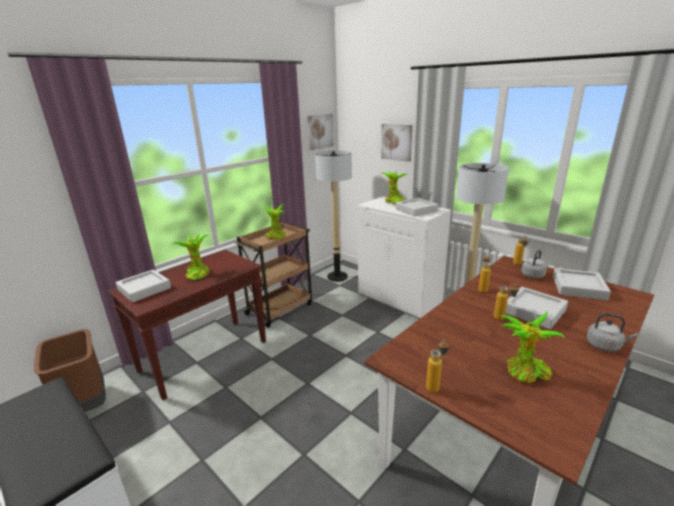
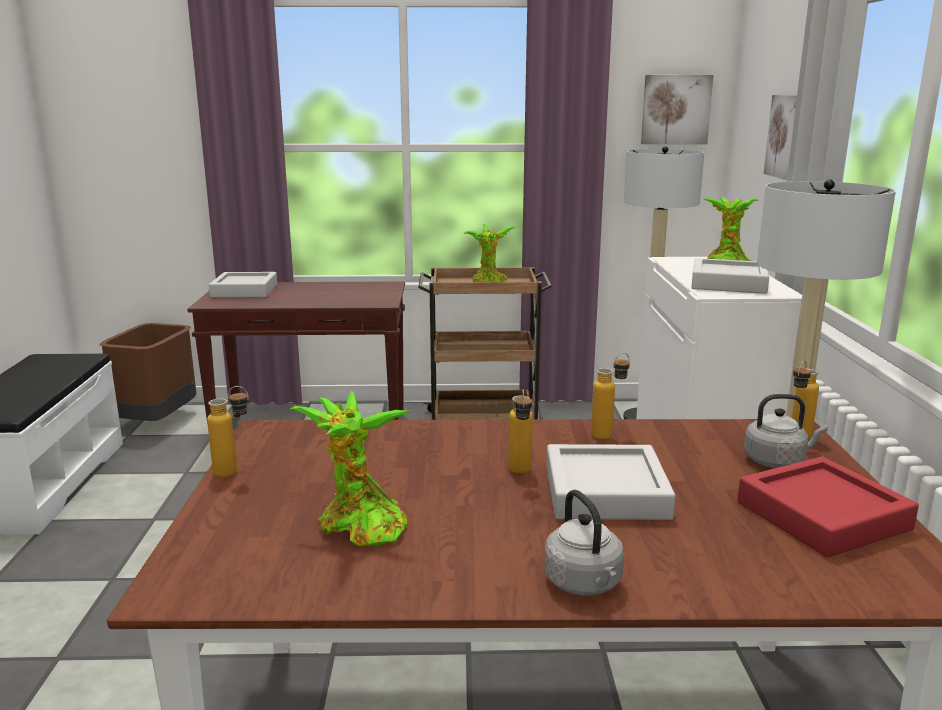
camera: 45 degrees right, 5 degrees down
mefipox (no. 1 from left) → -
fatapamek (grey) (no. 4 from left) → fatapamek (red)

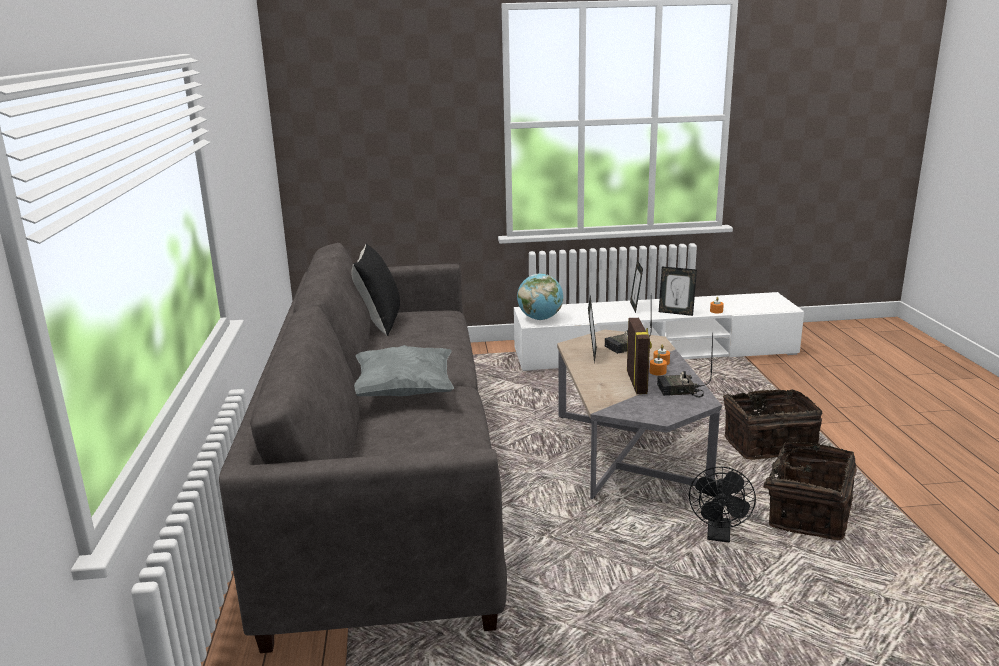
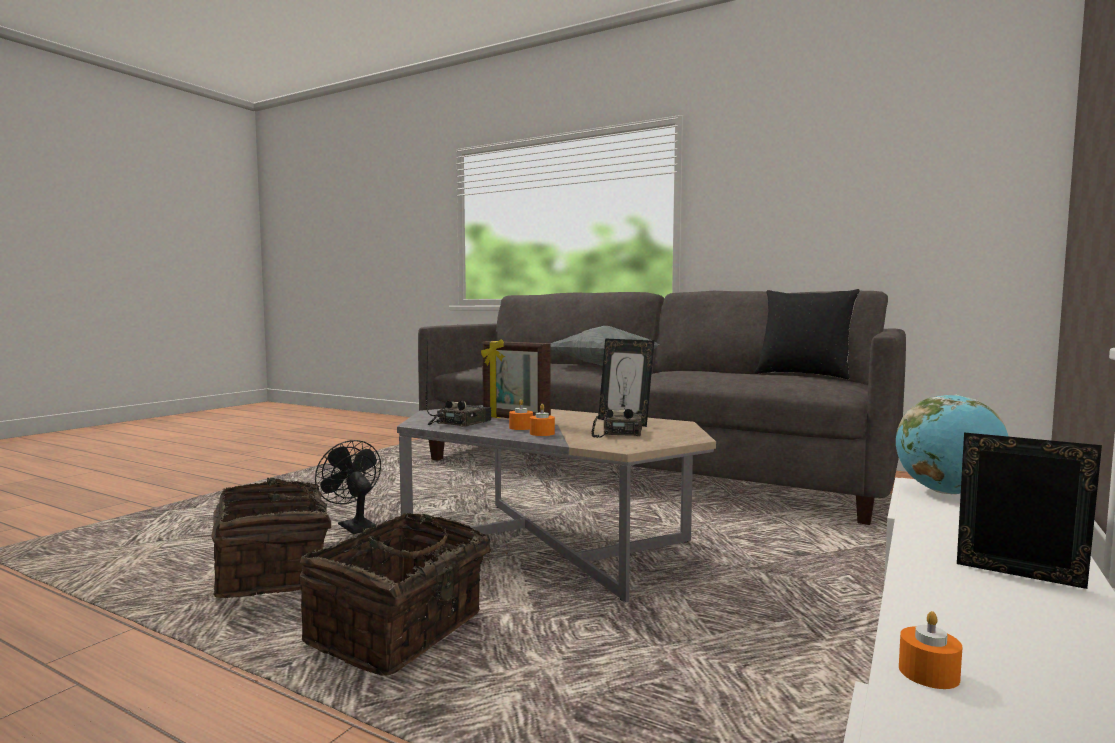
camera: 125 degrees right, 15 degrees down
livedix (no. 4 from left) → -

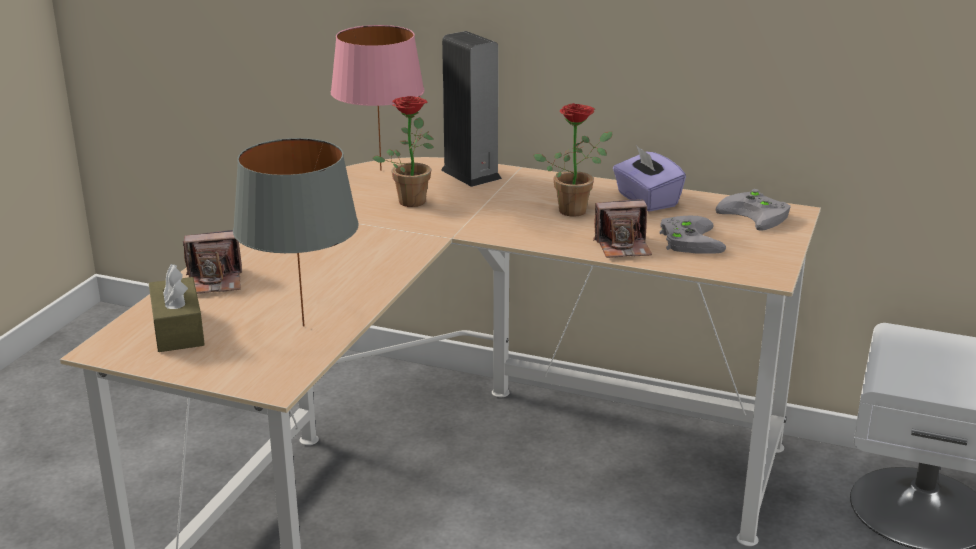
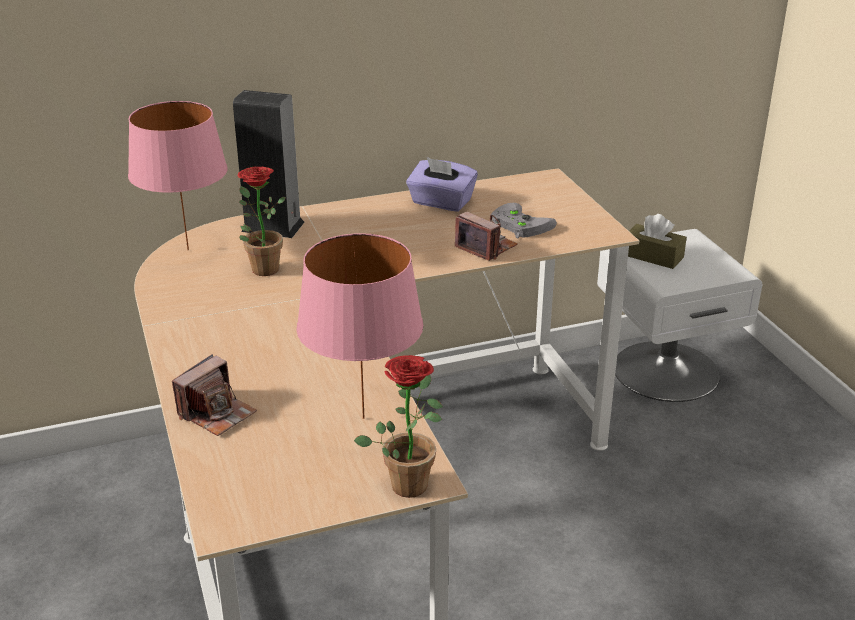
camera: 40 degrees left, 5 degrees up
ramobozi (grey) (no. 2 from left) → -
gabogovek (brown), relocated
mefipox (no. 2 from left), relocated
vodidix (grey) → vodidix (pink) (no. 2 from left)
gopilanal (no. 2 from left), 90 degrees counterclockwise

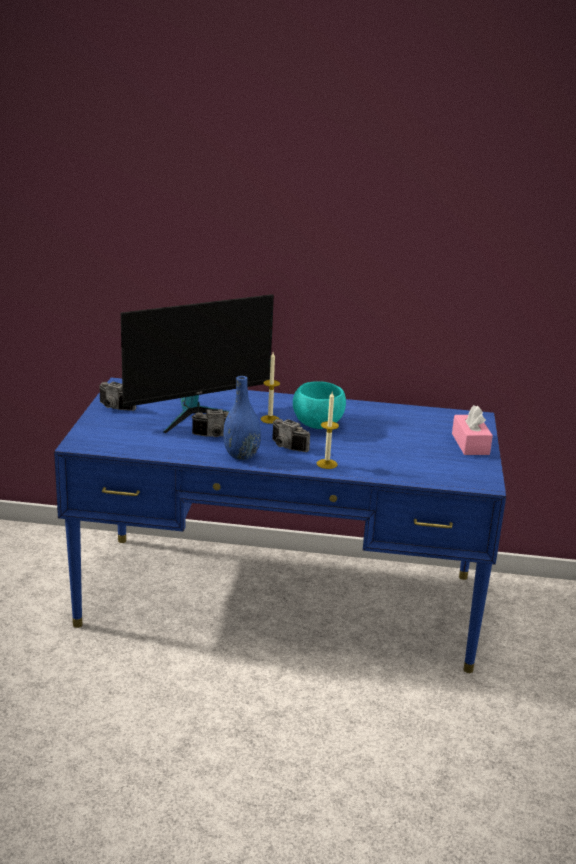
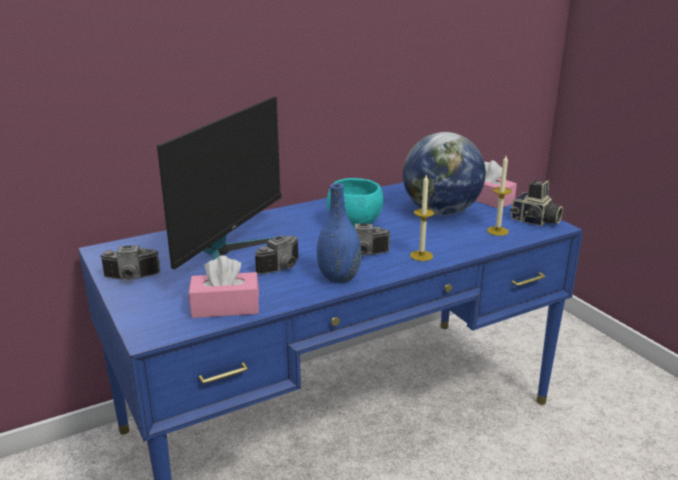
camera: 35 degrees left, 0 degrees up
- → gabogovek (pink) (no. 1 from left)
- → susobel
- → gopilanal (no. 4 from left)
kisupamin (no. 1 from left in the first image) → kisupamin (no. 2 from left), relocated

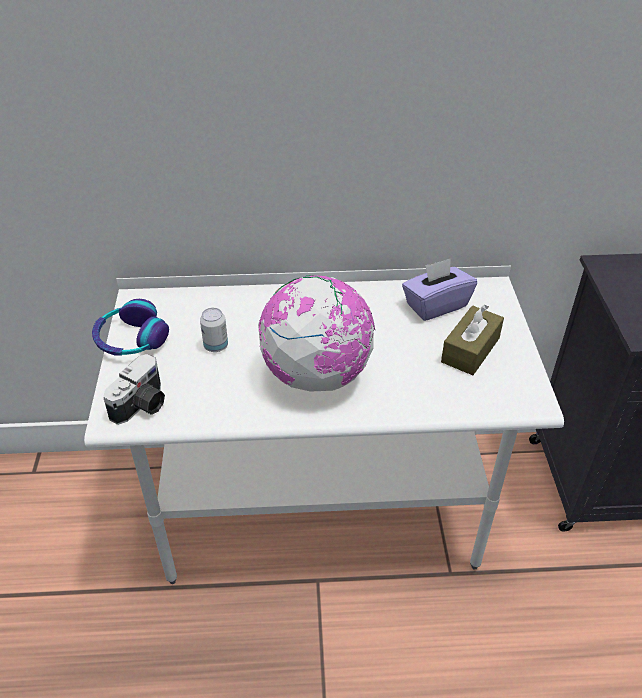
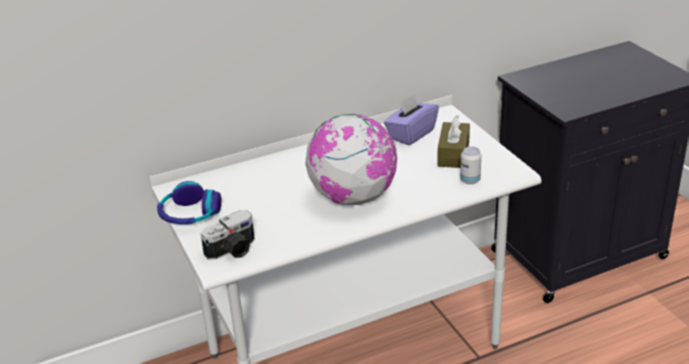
camera: 20 degrees left, 10 degrees down
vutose, relocated
gopilanal, 45 degrees clockwise

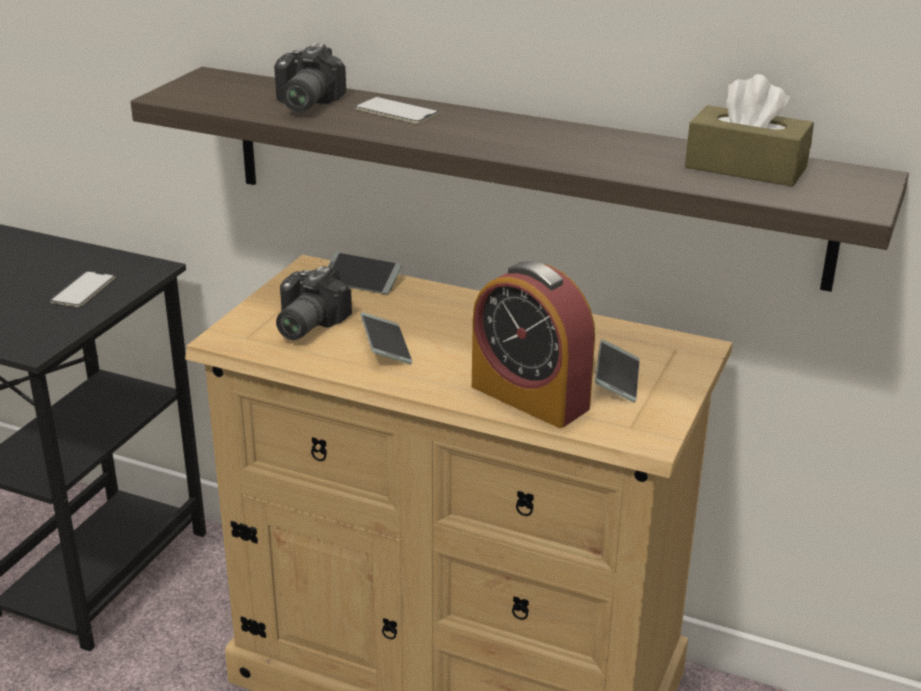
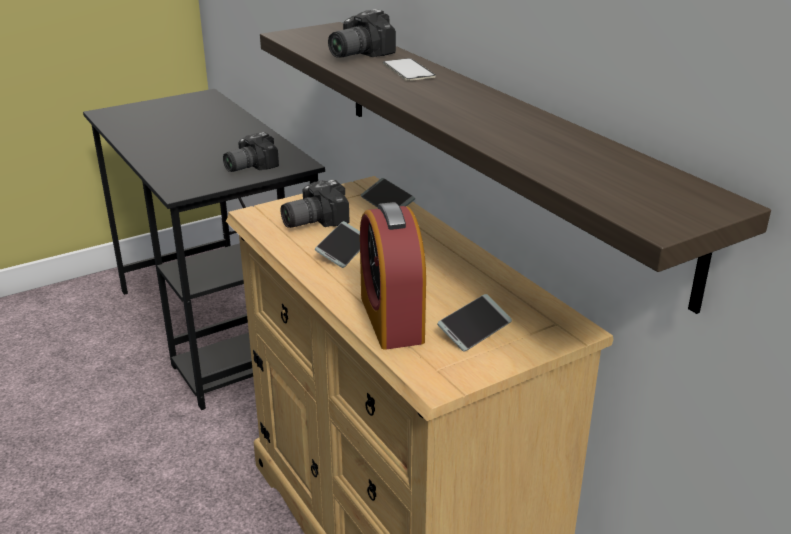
camera: 35 degrees right, 0 degrees up
gabogovek (brown) → -
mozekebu (no. 1 from left) → gopilanal (no. 1 from left)

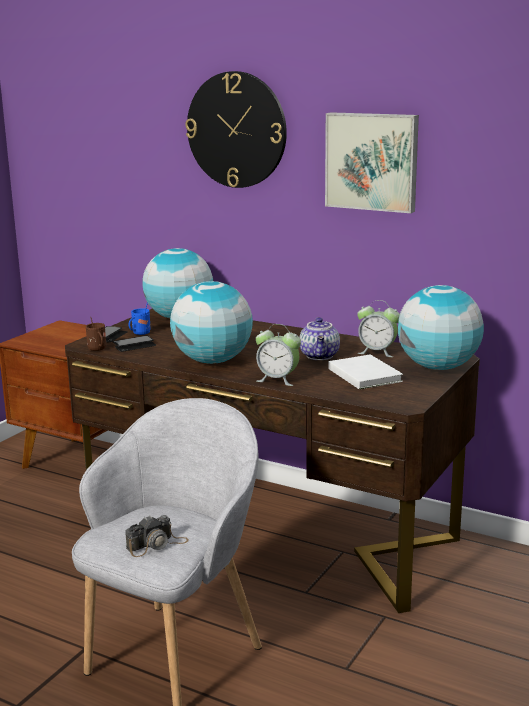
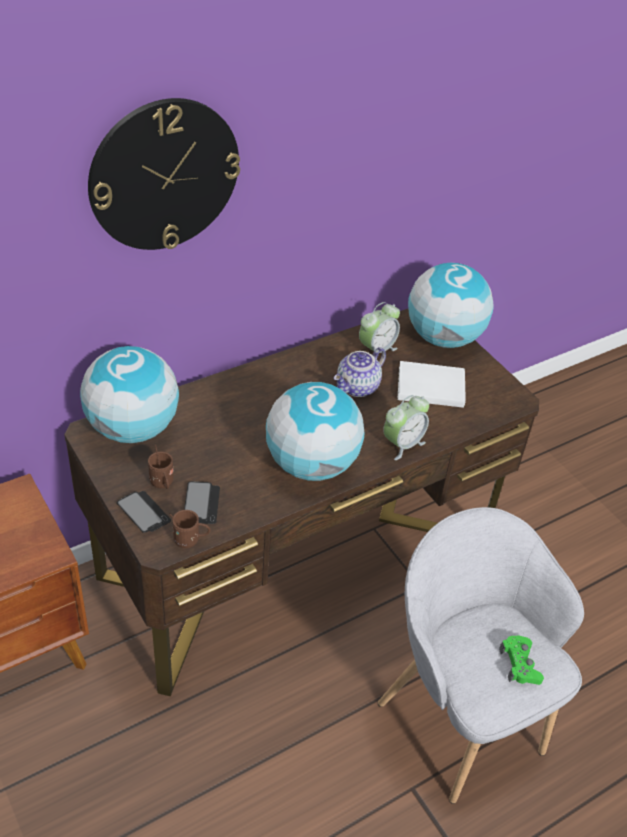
camera: 65 degrees left, 25 degrees up
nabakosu → -
gopilanal → ramobozi (green)
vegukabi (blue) → vegukabi (brown) (no. 1 from left)
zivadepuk, 105 degrees clockwise

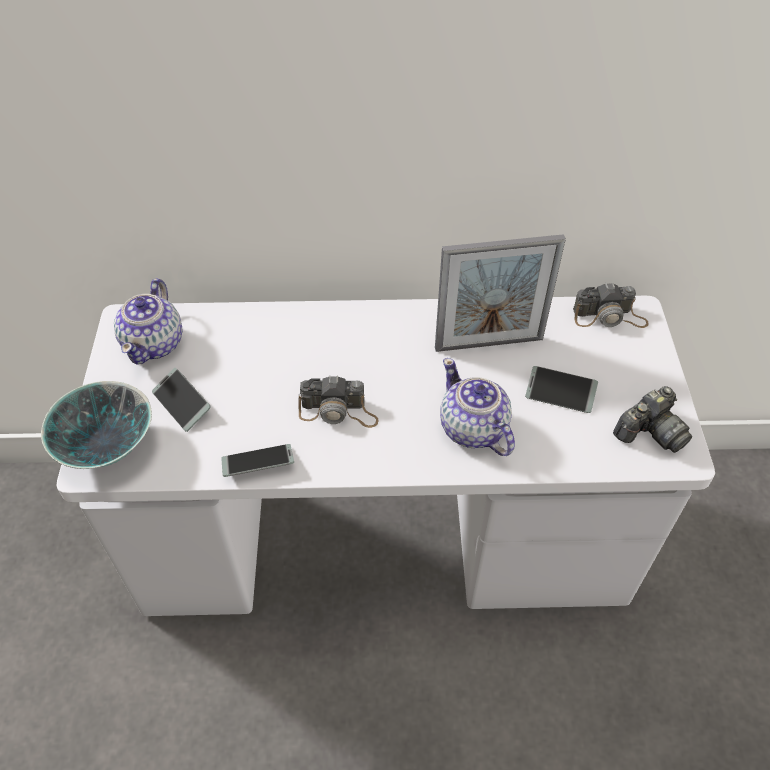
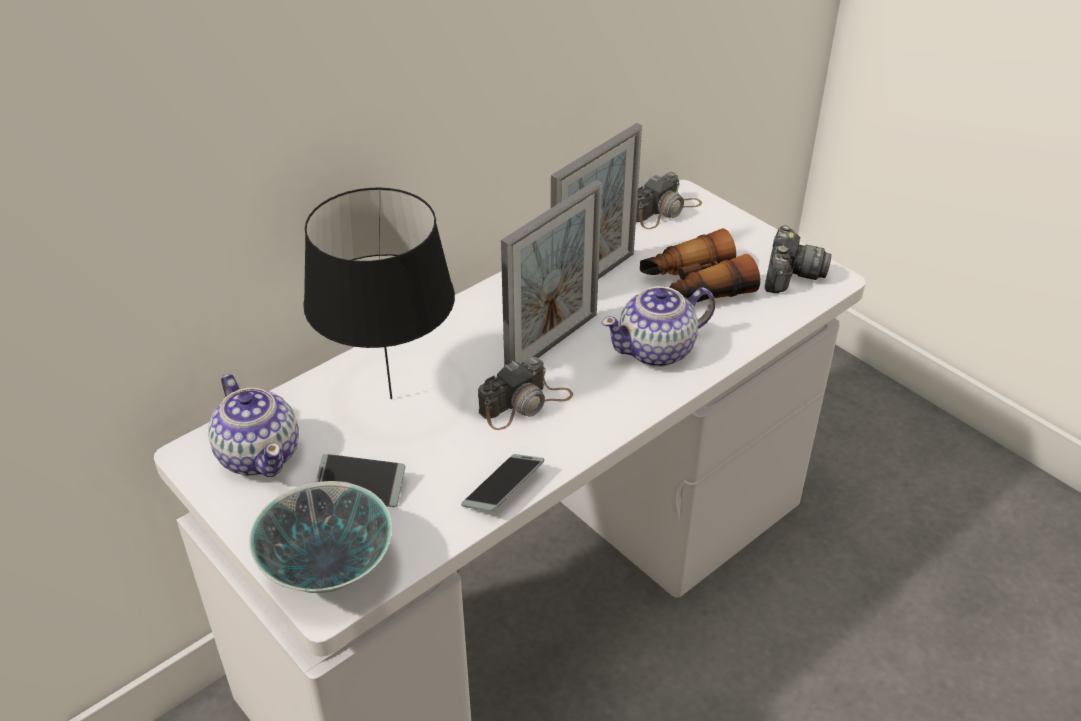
camera: 40 degrees left, 10 degrees down
- → vodidix (black)
- → livedix (no. 1 from left)
mozekebu (no. 3 from left) → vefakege
zivadepuk (no. 2 from left), 45 degrees counterclockwise

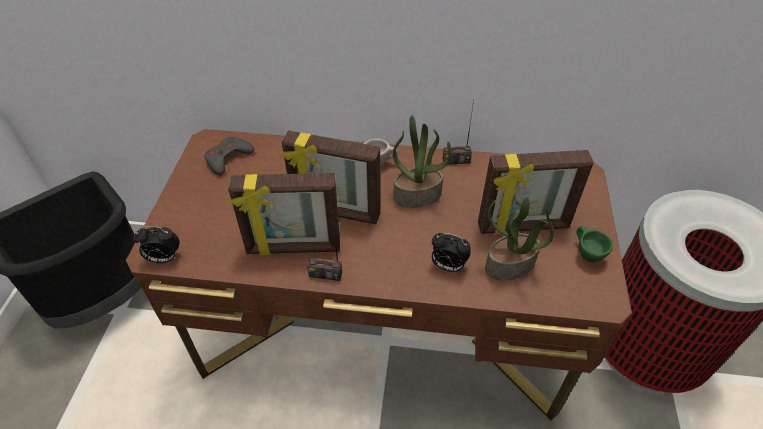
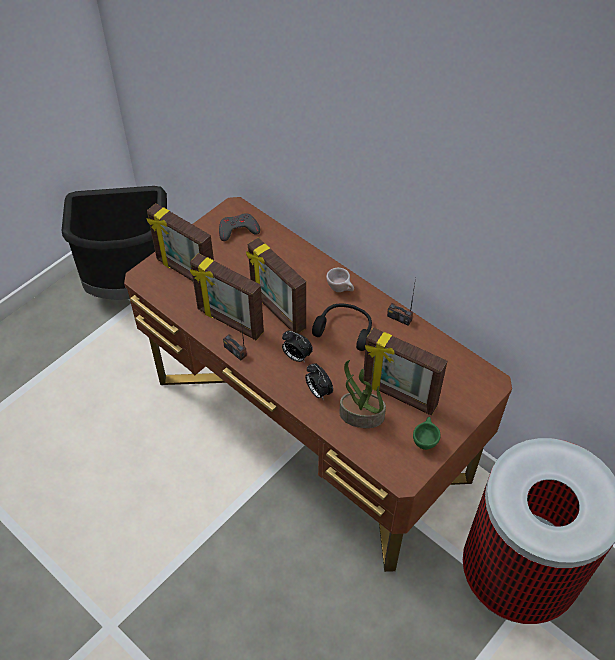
camera: 35 degrees right, 5 degrees up
- → livedix (no. 1 from left)
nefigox (no. 1 from left), relocated
mefipox (no. 1 from left) → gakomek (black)

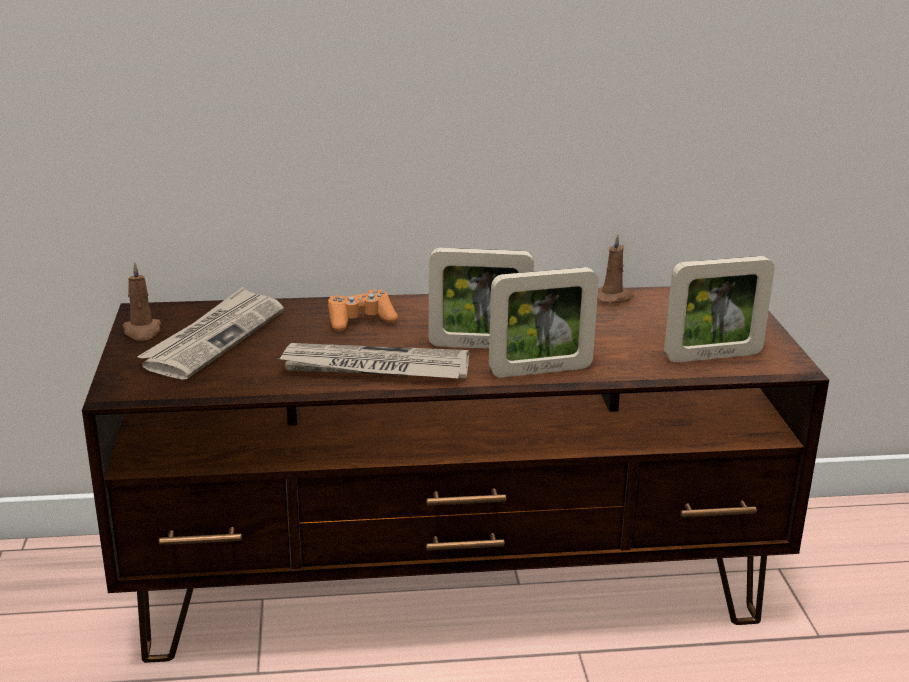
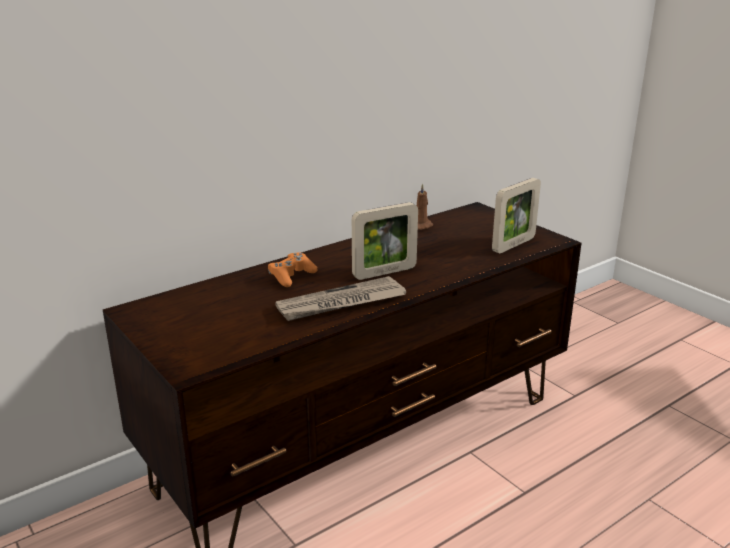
camera: 30 degrees left, 0 degrees up
kisupamin (brown) (no. 1 from left) → -
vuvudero (no. 1 from left) → -
livedix (no. 2 from left) → -

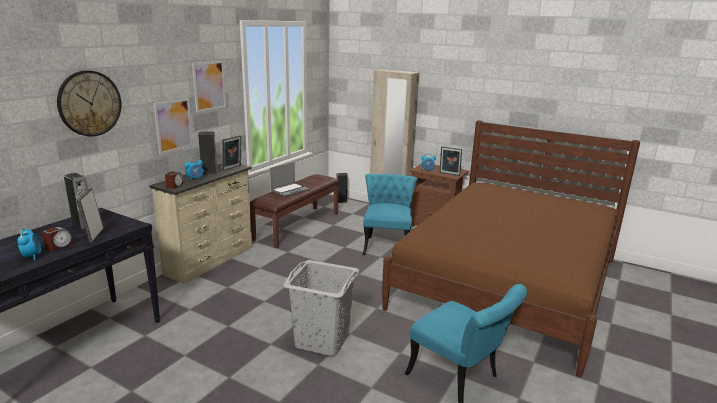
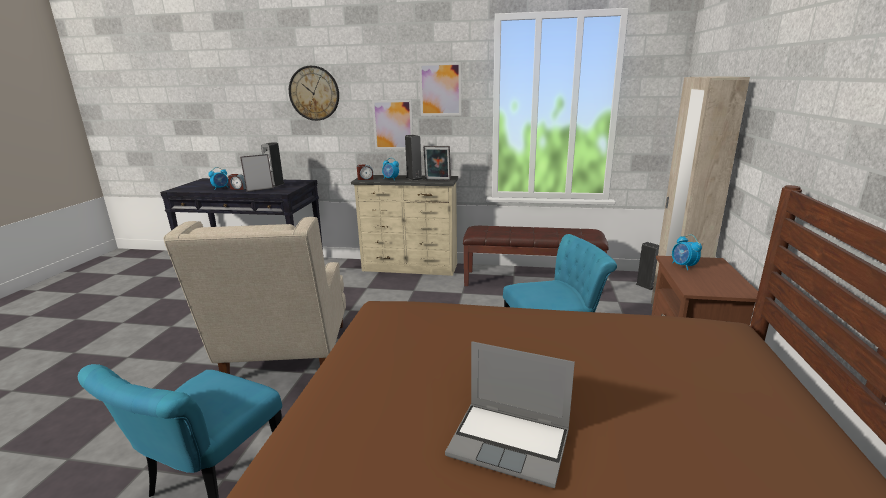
camera: 70 degrees right, 0 degrees up
livedix (no. 3 from left) → -
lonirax, relocated
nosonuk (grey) → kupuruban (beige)

